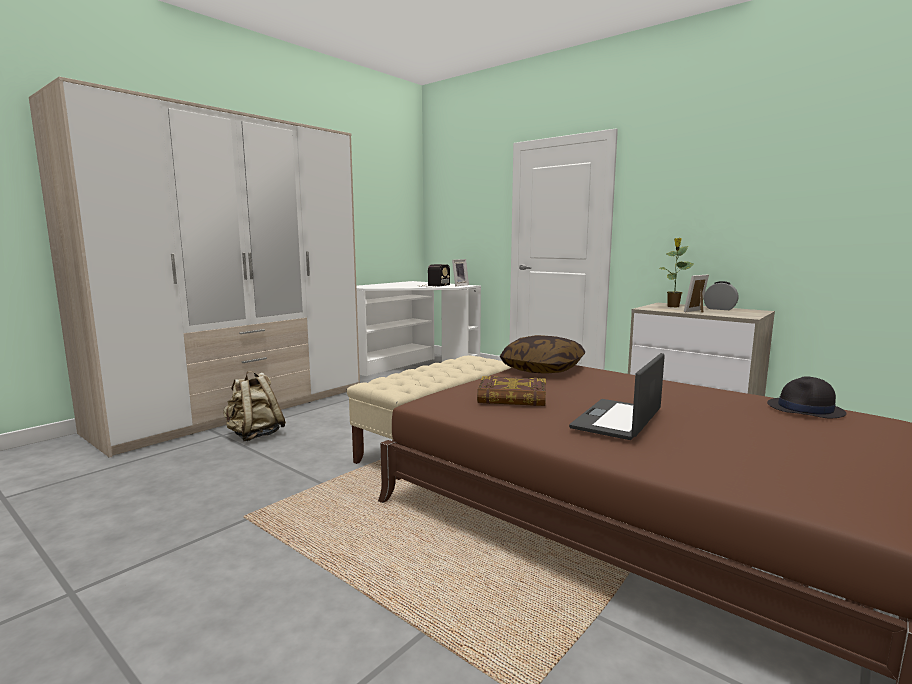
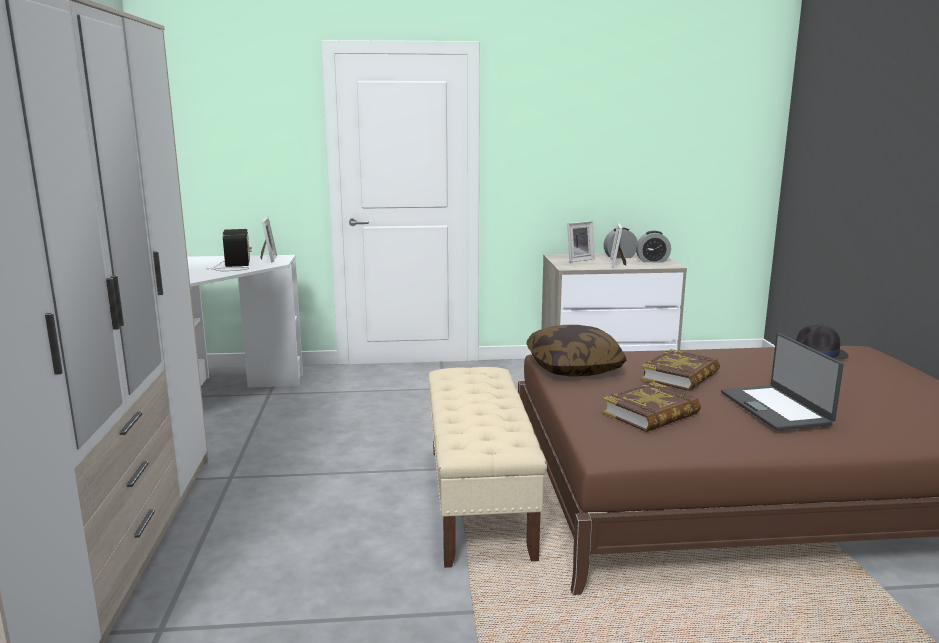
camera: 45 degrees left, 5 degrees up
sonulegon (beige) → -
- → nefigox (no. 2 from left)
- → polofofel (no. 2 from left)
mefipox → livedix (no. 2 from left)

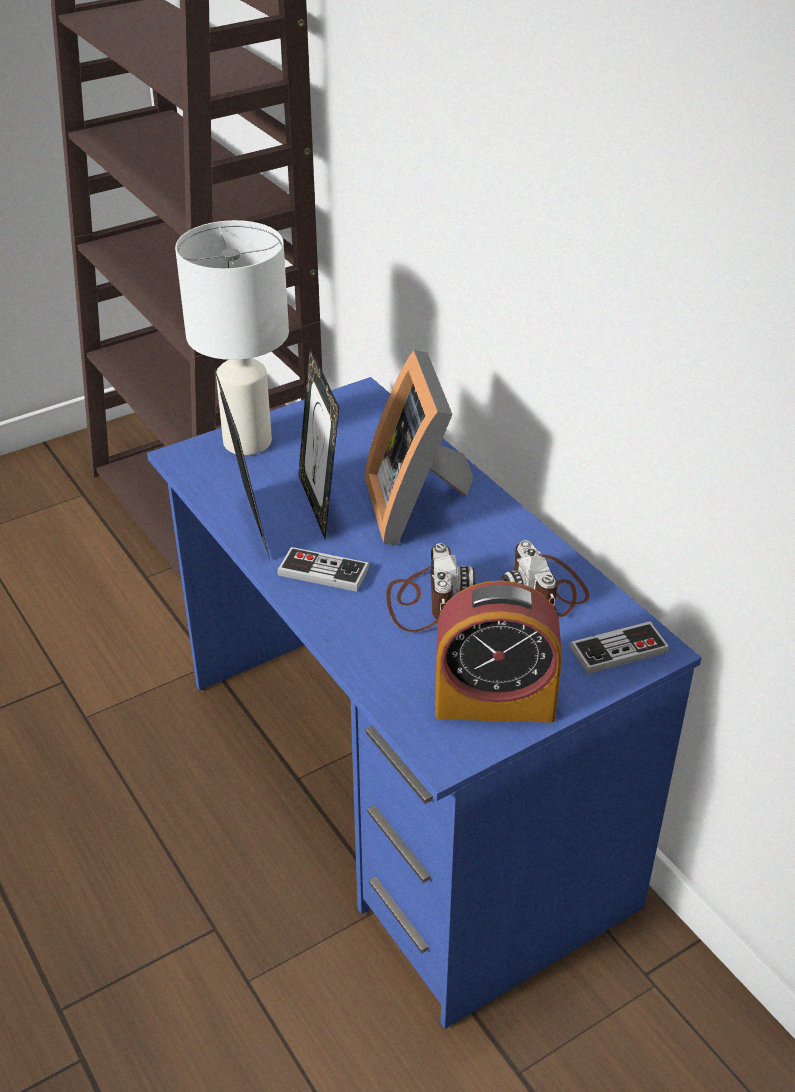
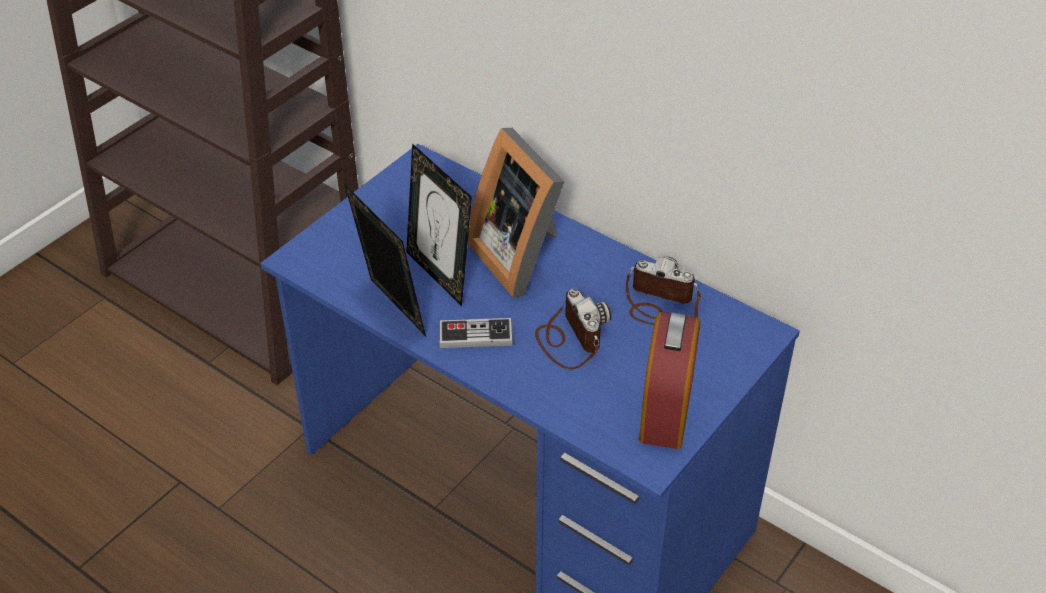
camera: 20 degrees left, 5 degrees up
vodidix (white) → -
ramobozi (no. 2 from left) → -
nefigox, 60 degrees counterclockwise
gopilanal (no. 2 from left), 150 degrees clockwise

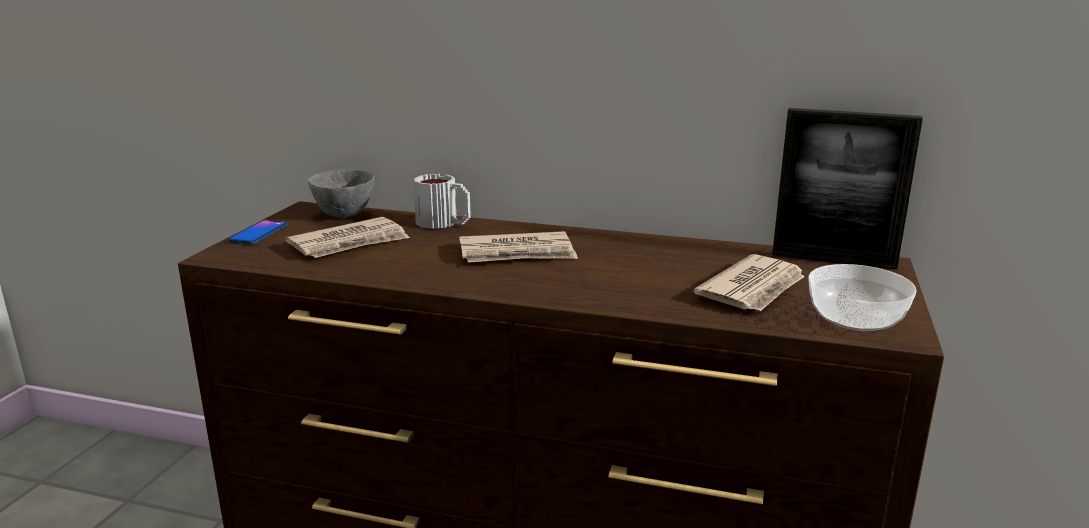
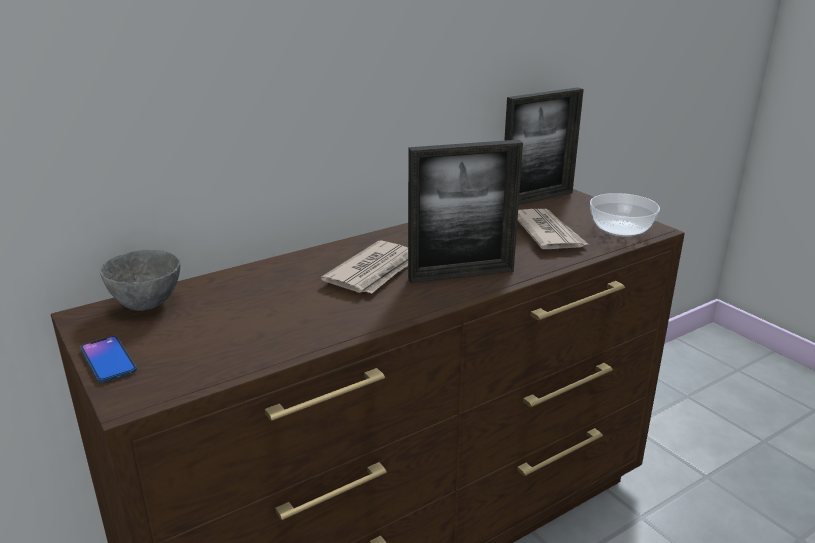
camera: 50 degrees left, 5 degrees up
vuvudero (no. 1 from left) → -
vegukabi → -
- → livedix (no. 1 from left)

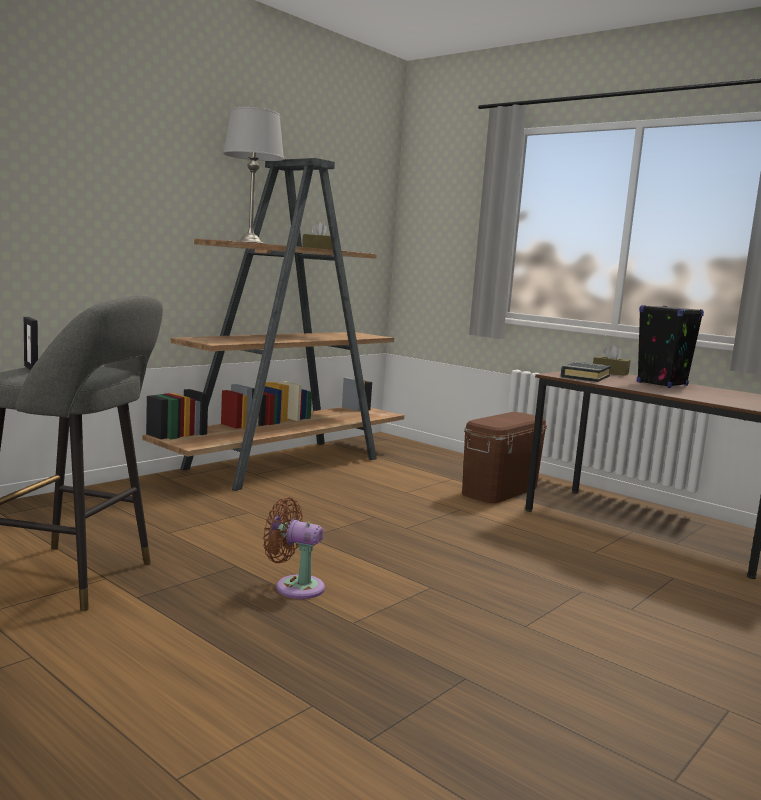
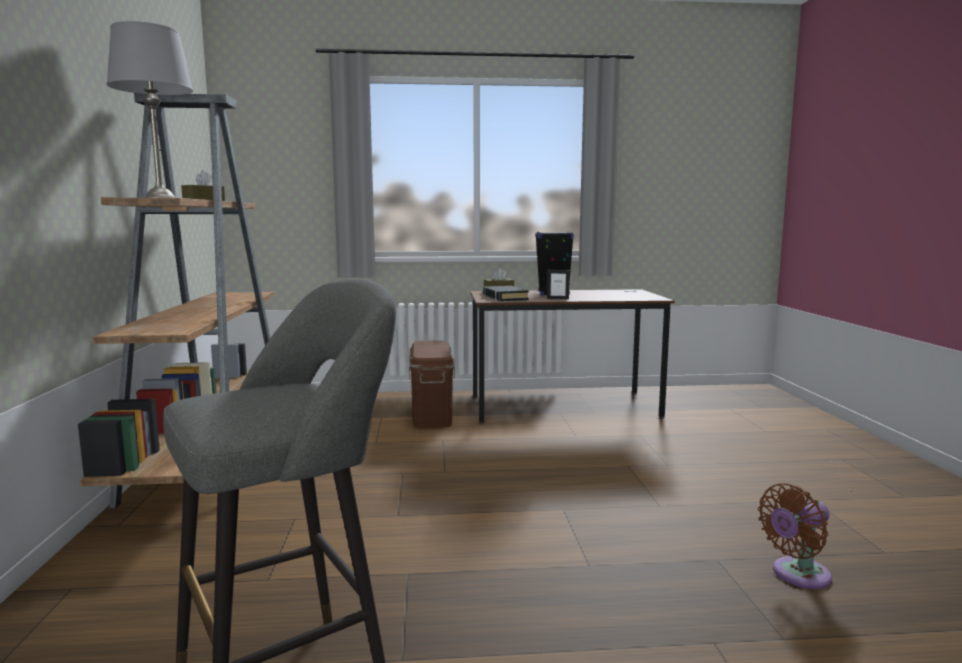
camera: 45 degrees left, 0 degrees up
livedix, relocated
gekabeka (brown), relocated

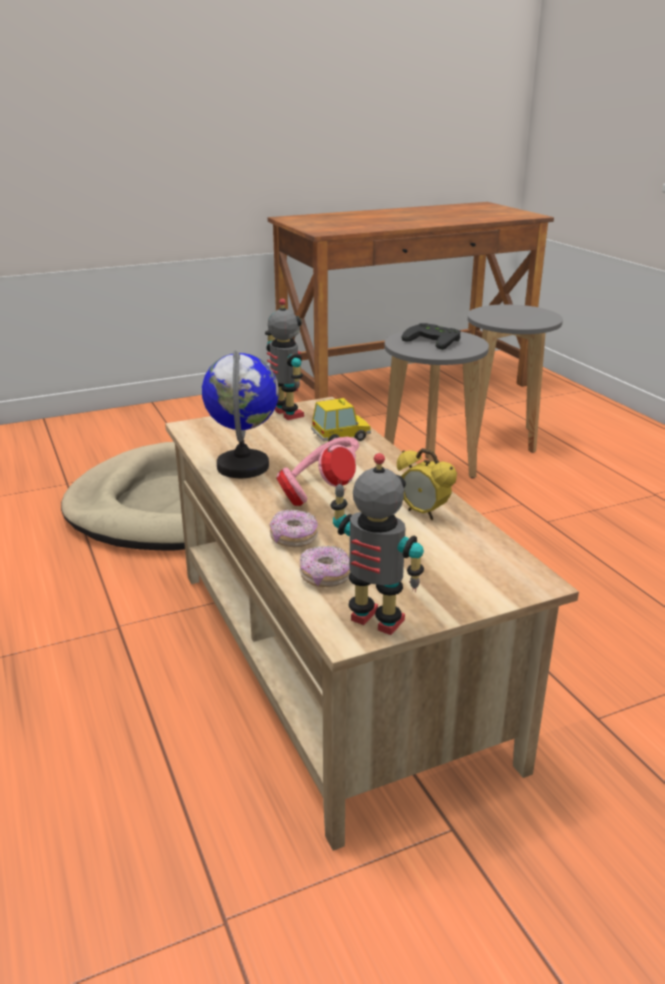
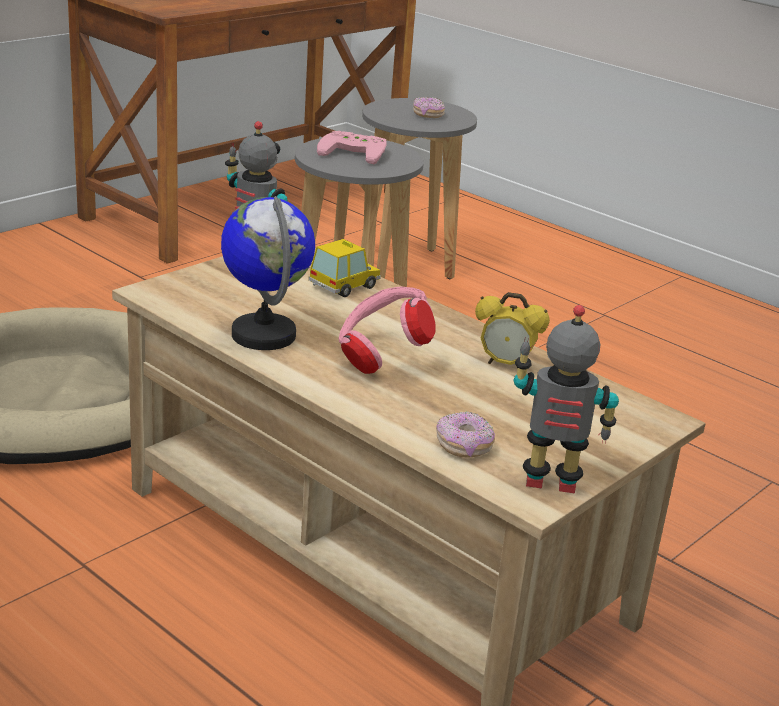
camera: 25 degrees left, 0 degrees up
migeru (no. 1 from left), relocated
ramobozi (black) → ramobozi (pink)

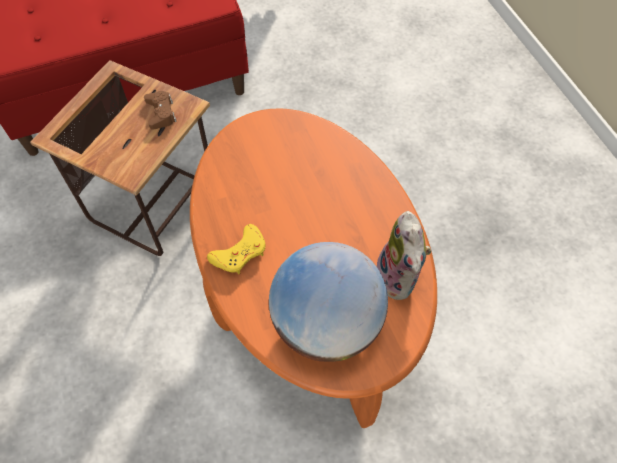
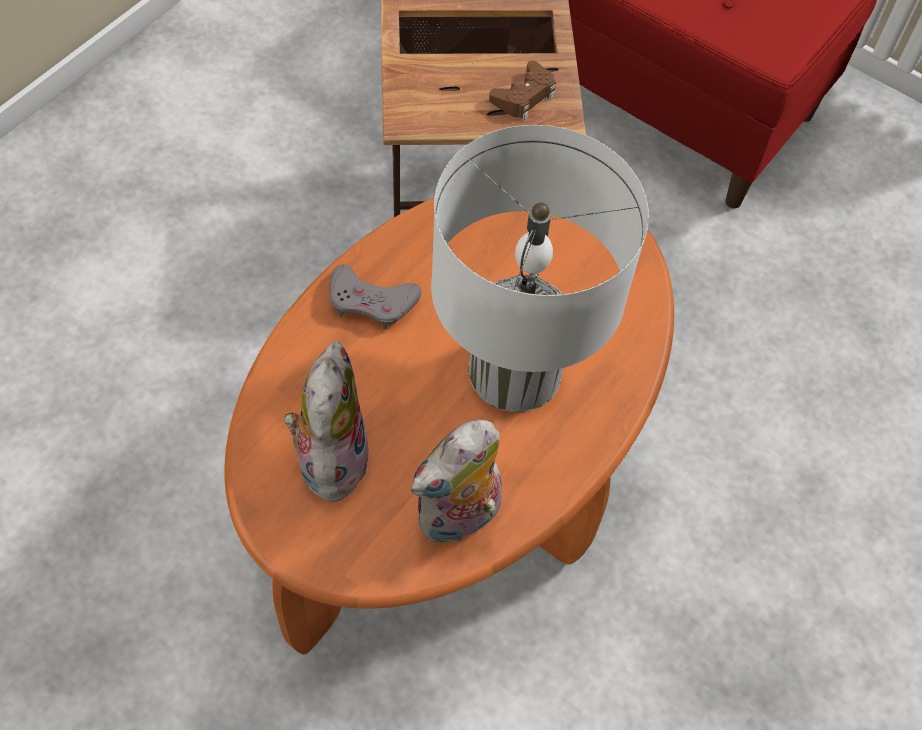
camera: 55 degrees right, 0 degrees up
- → vodidix (white)
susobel → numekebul (no. 1 from left)
ramobozi (yellow) → ramobozi (grey)

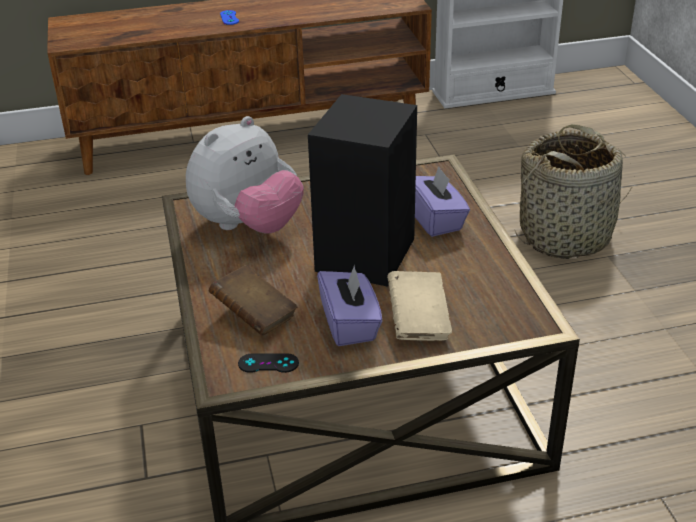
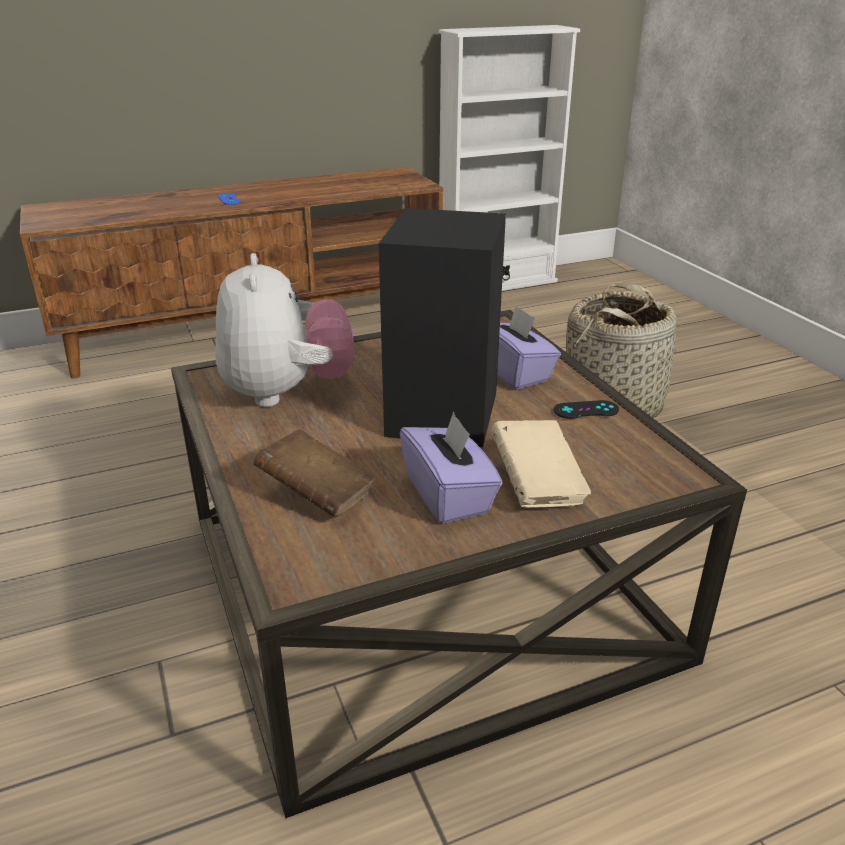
camera: 10 degrees left, 5 degrees down
ramobozi (black), relocated
numekebul, 45 degrees counterclockwise

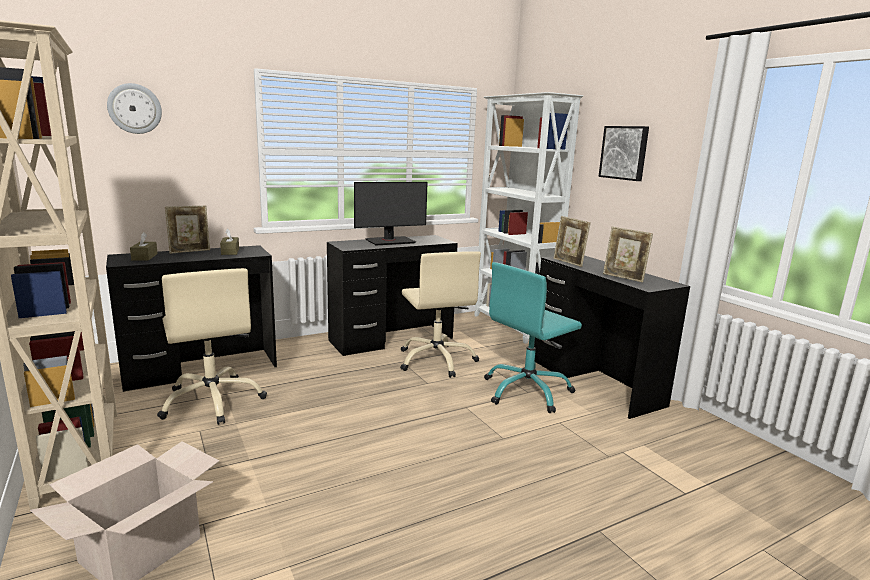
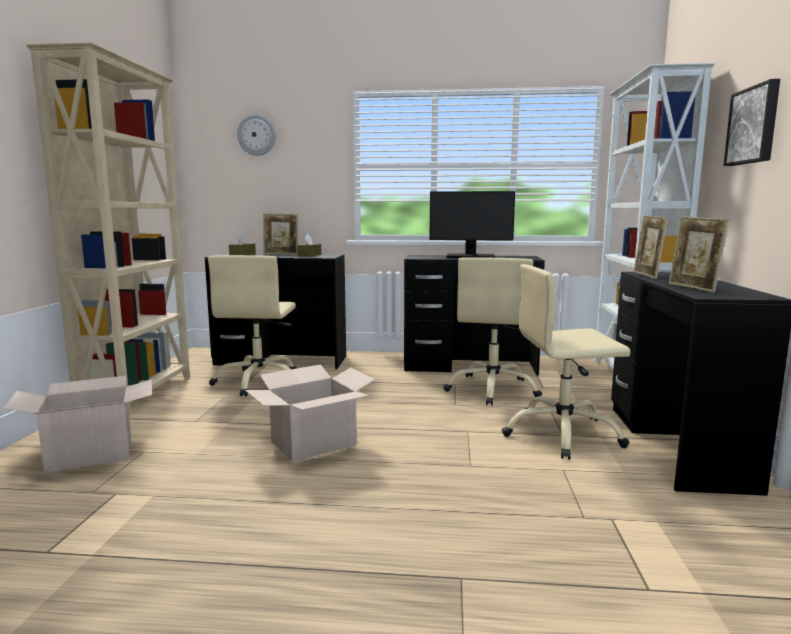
camera: 35 degrees right, 5 degrees down
- → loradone (no. 2 from left)
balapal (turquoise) → balapal (beige) (no. 3 from left)

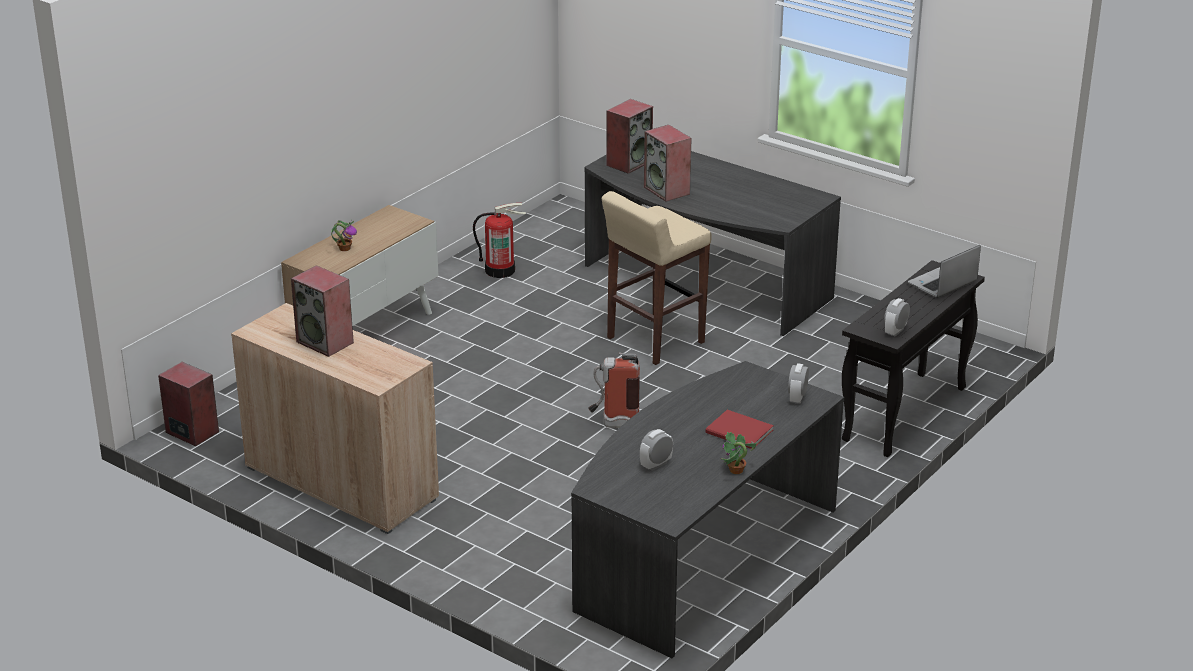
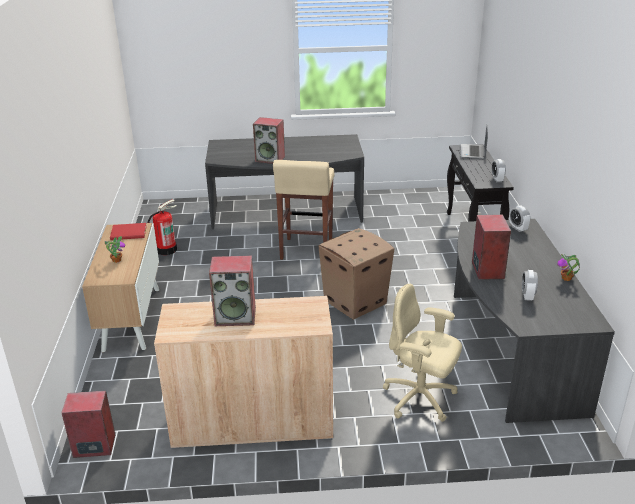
camera: 40 degrees left, 0 degrees up
- → balapal (beige)
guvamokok (no. 3 from left in the first image) → guvamokok (no. 4 from left), relocated
polofofel (red), relocated
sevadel (no. 2 from left) → loradone

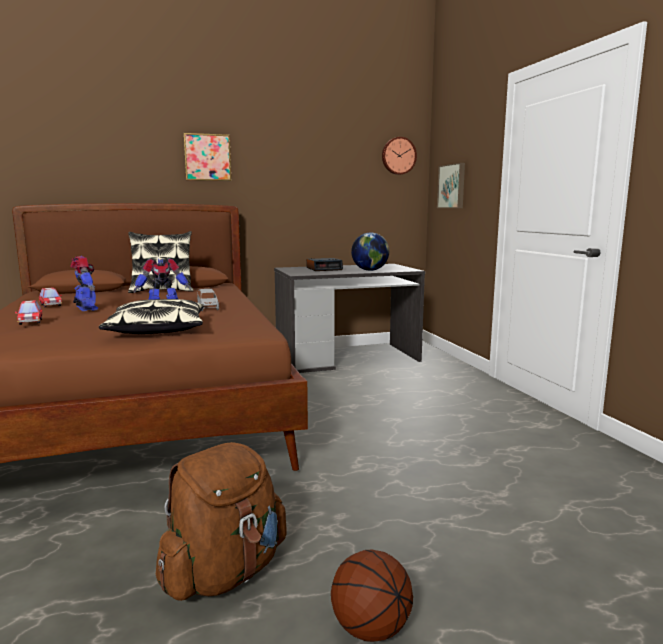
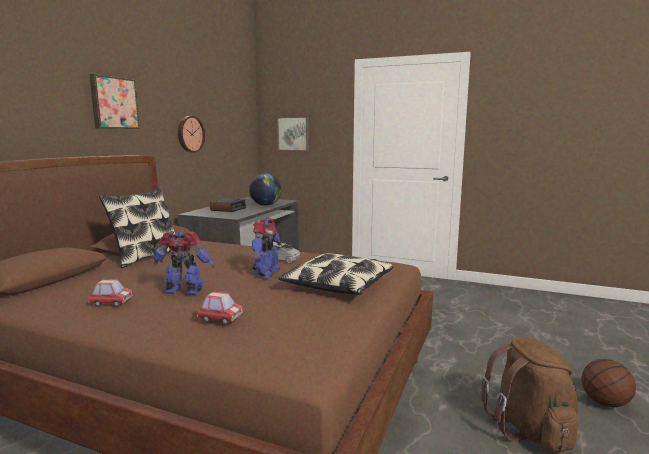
camera: 50 degrees left, 0 degrees up
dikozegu, relocated

